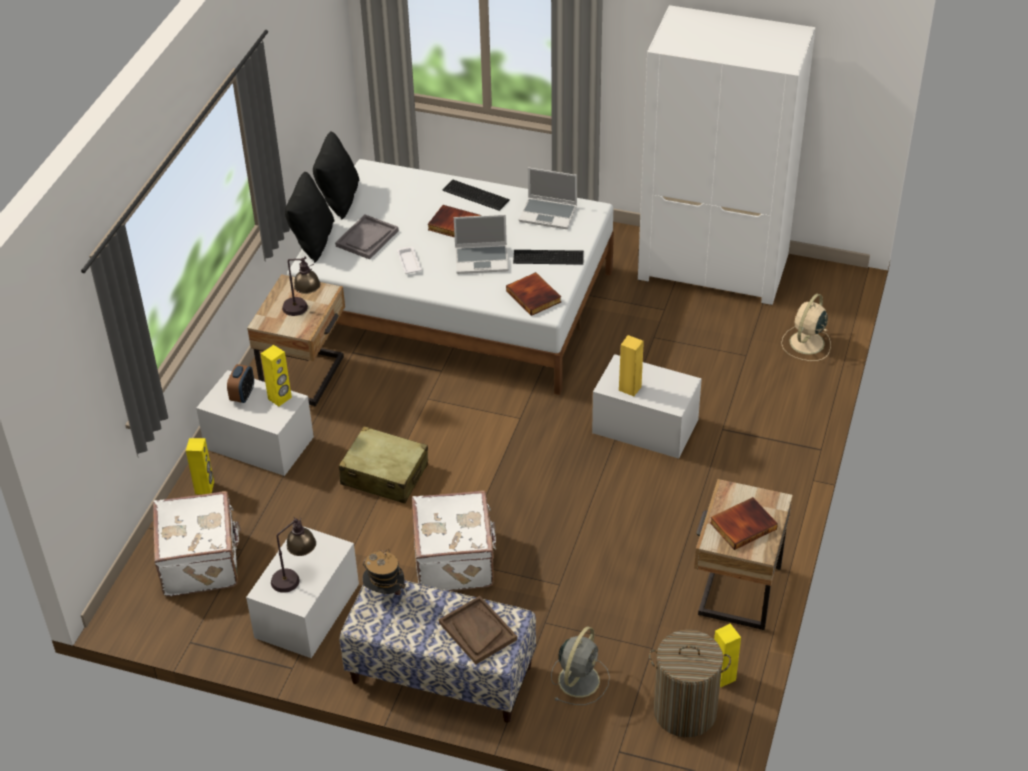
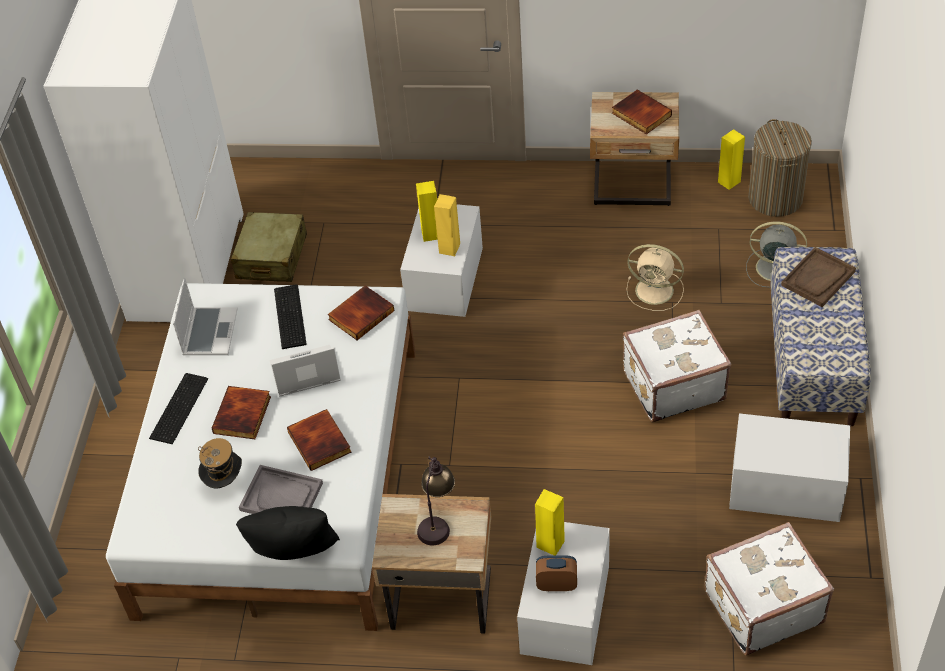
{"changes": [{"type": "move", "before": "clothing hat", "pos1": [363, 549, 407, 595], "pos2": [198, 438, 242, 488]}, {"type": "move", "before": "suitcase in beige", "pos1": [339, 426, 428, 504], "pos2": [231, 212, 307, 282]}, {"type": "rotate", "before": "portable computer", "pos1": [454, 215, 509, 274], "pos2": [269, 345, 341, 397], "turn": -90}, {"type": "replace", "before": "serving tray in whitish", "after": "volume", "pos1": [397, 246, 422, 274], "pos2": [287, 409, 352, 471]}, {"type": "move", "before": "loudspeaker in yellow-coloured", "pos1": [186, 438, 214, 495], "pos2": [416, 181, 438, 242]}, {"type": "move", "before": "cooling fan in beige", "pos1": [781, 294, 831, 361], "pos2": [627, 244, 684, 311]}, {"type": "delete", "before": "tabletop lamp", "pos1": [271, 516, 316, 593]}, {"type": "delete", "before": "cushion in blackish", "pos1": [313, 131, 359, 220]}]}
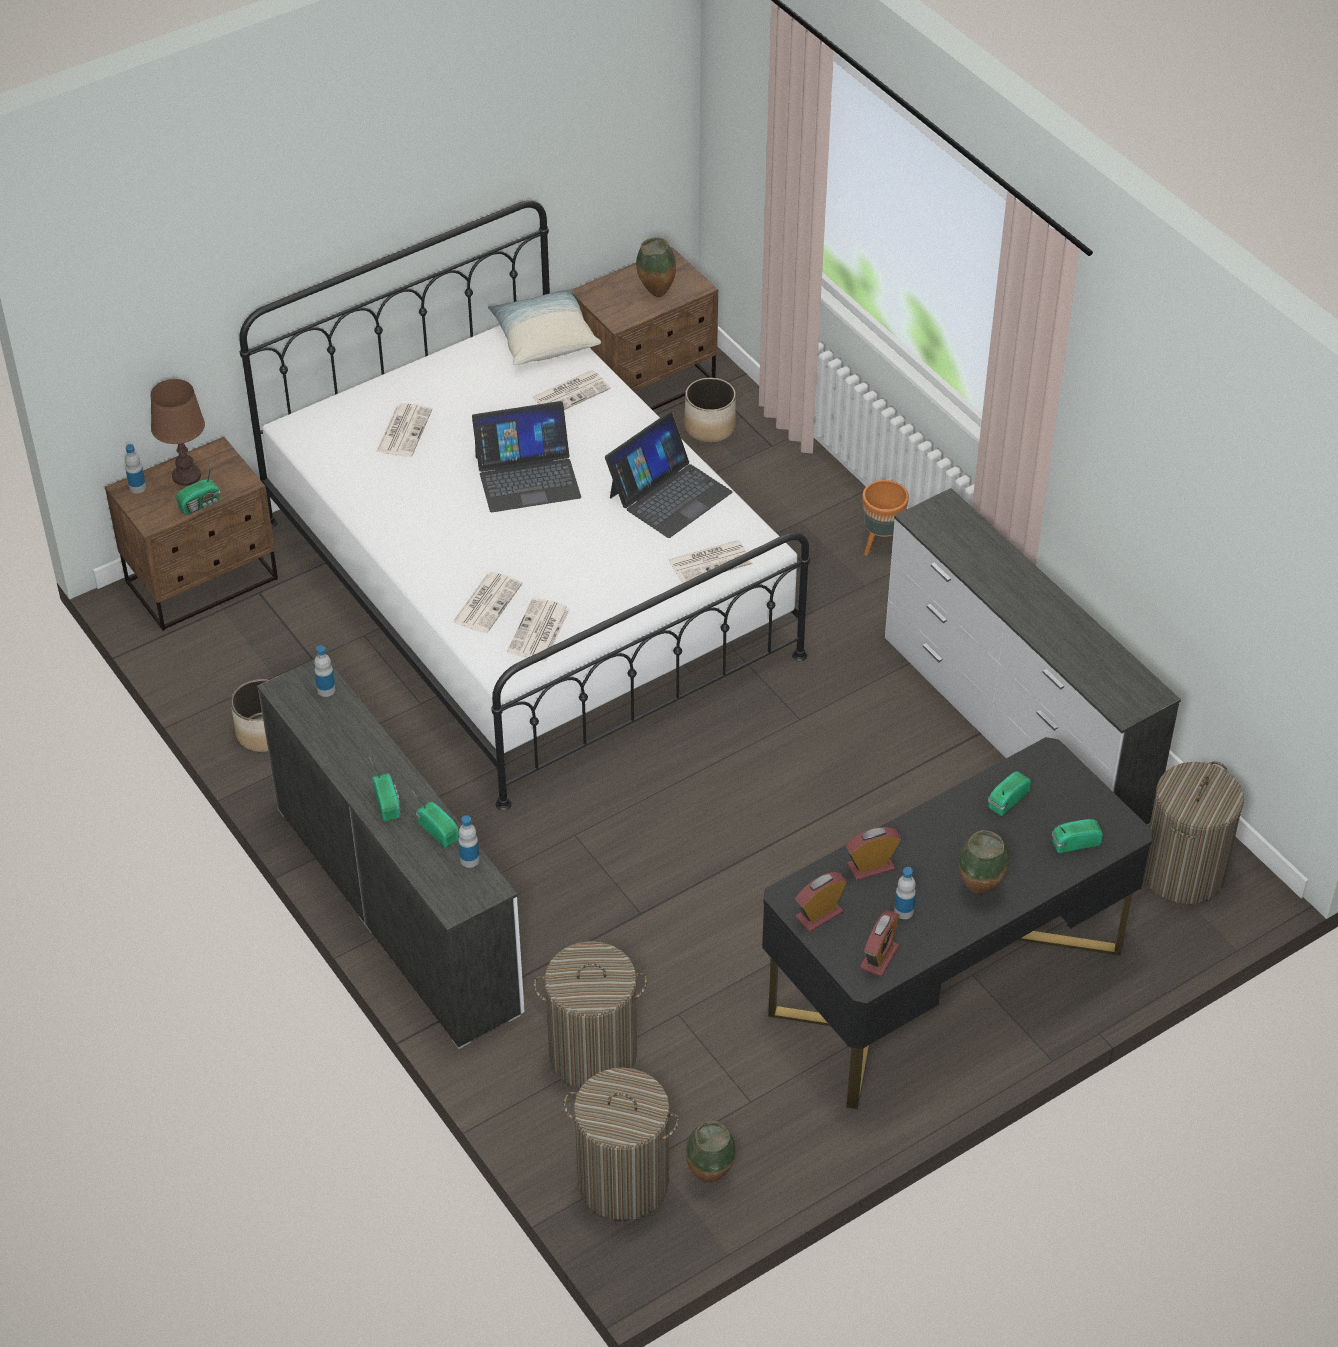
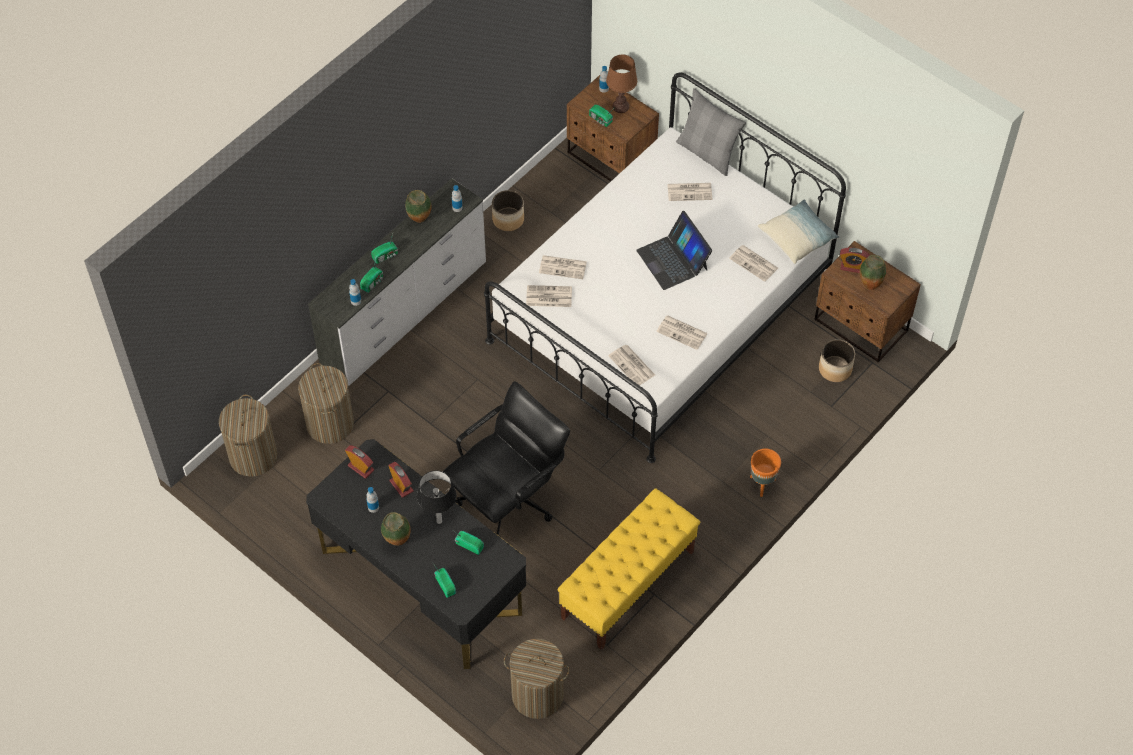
{"changes": [{"type": "move", "before": "decorative vase", "pos1": [686, 1121, 736, 1182], "pos2": [405, 190, 431, 223]}, {"type": "insert", "after": "tabletop lamp", "pos2": [417, 471, 456, 524]}, {"type": "insert", "after": "computer chair in blackish", "pos2": [443, 381, 570, 535]}, {"type": "replace", "before": "chest of drawers in whitish", "after": "long seat in yellow-coloured", "pos1": [885, 488, 1181, 825], "pos2": [557, 488, 700, 650]}, {"type": "replace", "before": "portable computer", "after": "newspaper", "pos1": [605, 412, 732, 538], "pos2": [656, 315, 708, 350]}, {"type": "insert", "after": "cushion in gray", "pos2": [676, 88, 746, 176]}, {"type": "move", "before": "table clock", "pos1": [860, 910, 900, 977], "pos2": [840, 248, 870, 273]}]}
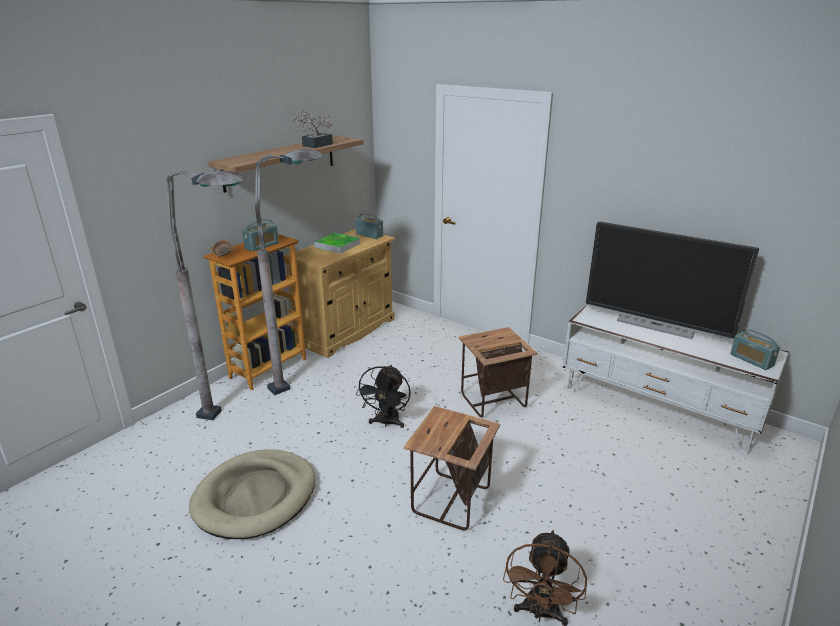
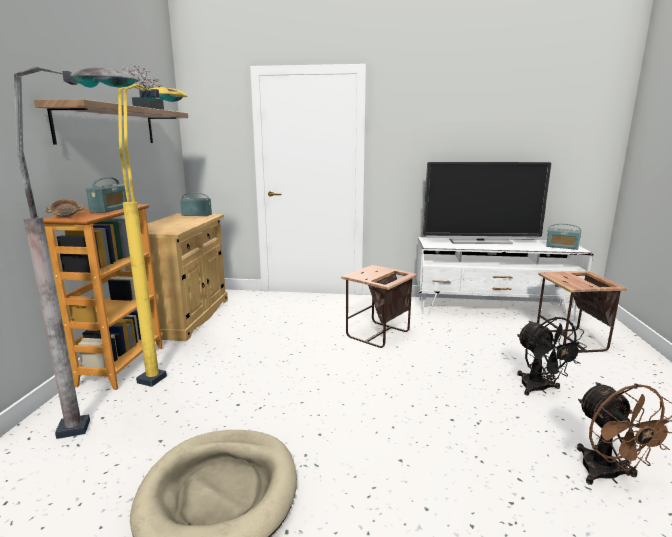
{"changes": [{"type": "recolor", "before": "floor lamp in gray", "after": "floor lamp in yellow-coloured", "pos1": [255, 149, 323, 395], "pos2": [118, 84, 188, 387]}, {"type": "move", "before": "cooling fan in blackish", "pos1": [356, 365, 411, 428], "pos2": [517, 317, 587, 395]}, {"type": "move", "before": "accent table", "pos1": [404, 406, 500, 530], "pos2": [537, 271, 627, 353]}, {"type": "delete", "before": "serving tray", "pos1": [314, 233, 360, 254]}]}
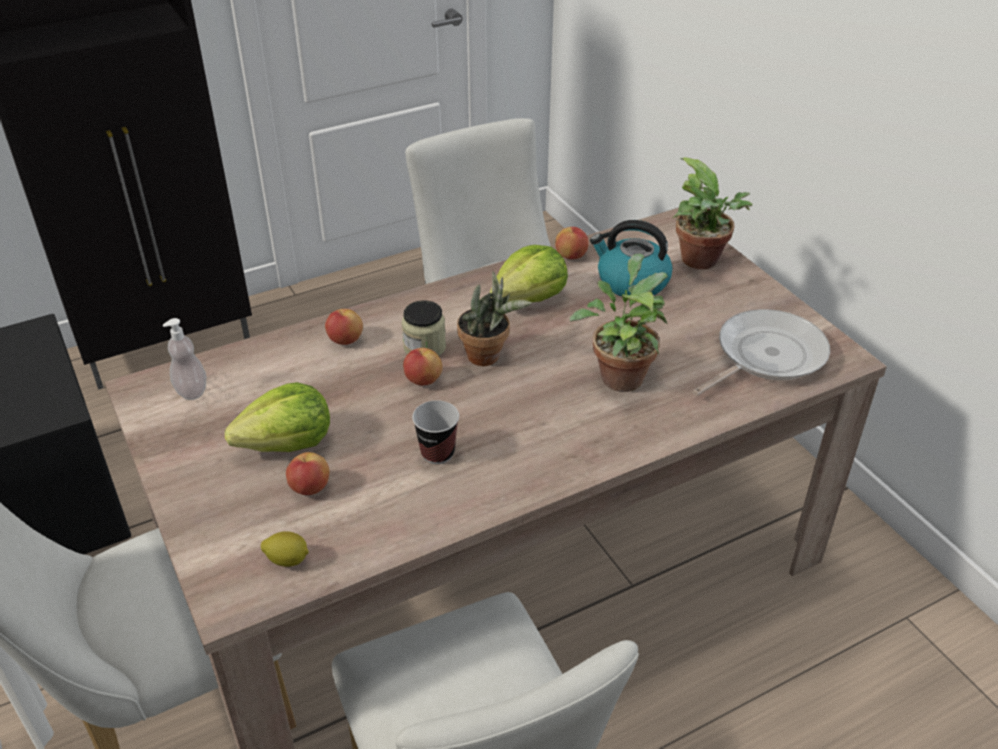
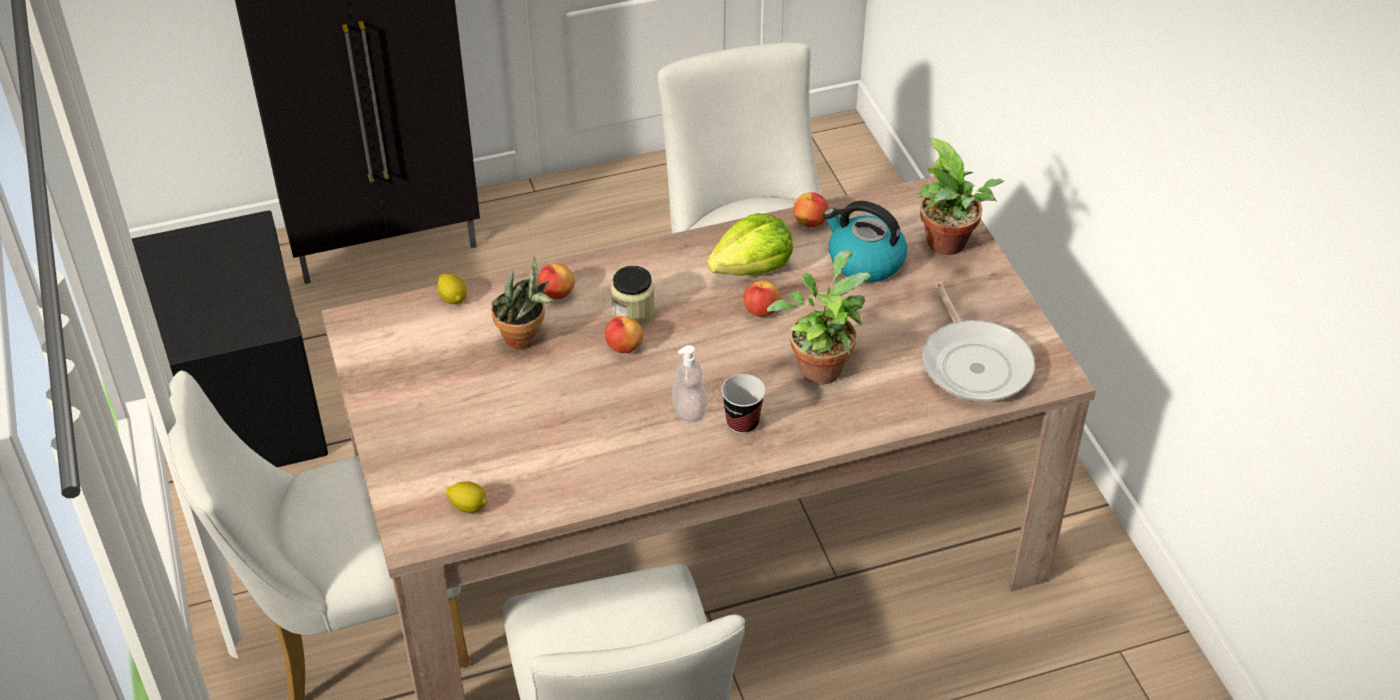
{"changes": [{"type": "insert", "after": "whole lemon", "pos2": [438, 274, 467, 304]}, {"type": "move", "before": "potted plant", "pos1": [457, 271, 532, 366], "pos2": [491, 256, 551, 349]}, {"type": "move", "before": "soap dispenser", "pos1": [163, 318, 206, 400], "pos2": [672, 345, 708, 422]}, {"type": "move", "before": "small cup", "pos1": [412, 400, 459, 464], "pos2": [721, 374, 766, 434]}, {"type": "move", "before": "apple fruit", "pos1": [286, 452, 330, 495], "pos2": [744, 280, 781, 317]}, {"type": "rotate", "before": "frying pan", "pos1": [693, 309, 830, 396], "pos2": [922, 282, 1035, 402], "turn": 105}, {"type": "delete", "before": "lettuce", "pos1": [225, 382, 330, 452]}]}
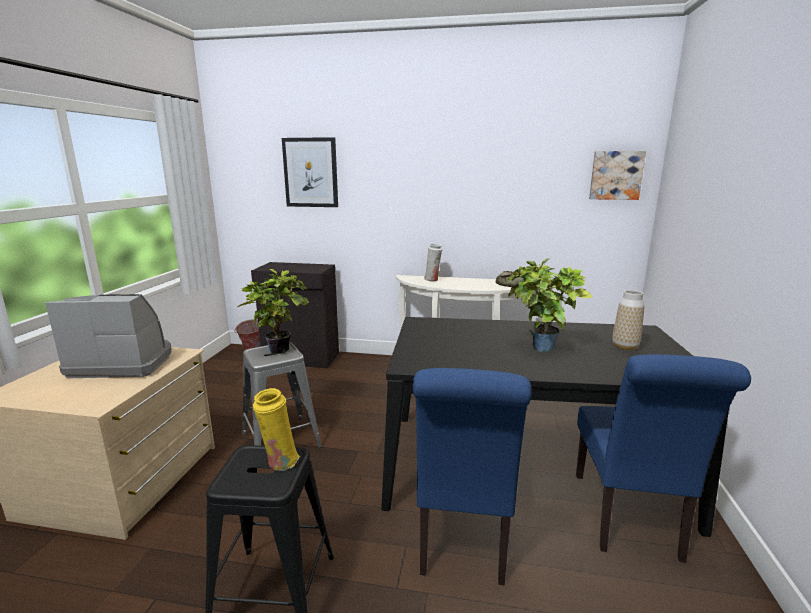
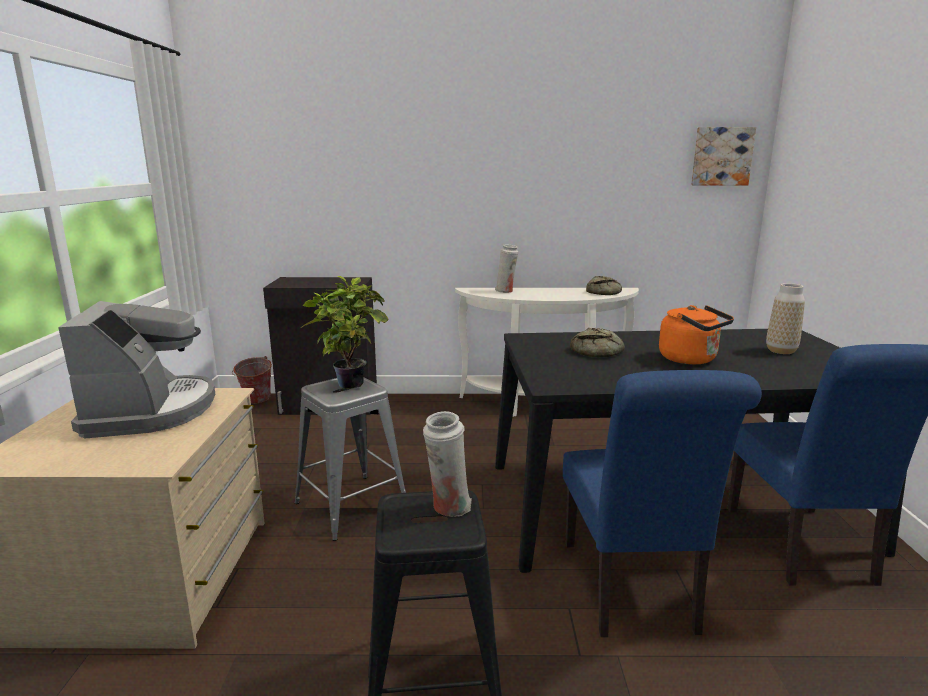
{"changes": [{"type": "rotate", "before": "coffee machine", "pos1": [45, 294, 172, 378], "pos2": [58, 301, 215, 439], "turn": 90}, {"type": "recolor", "before": "decorative vase in yellow-coloured", "after": "decorative vase in whitish", "pos1": [253, 388, 300, 471], "pos2": [423, 411, 472, 517]}, {"type": "insert", "after": "bakery bread", "pos2": [570, 328, 625, 358]}, {"type": "replace", "before": "potted plant", "after": "tea kettle in orange", "pos1": [507, 259, 593, 352], "pos2": [659, 305, 734, 364]}, {"type": "delete", "before": "wall picture", "pos1": [282, 137, 338, 207]}]}
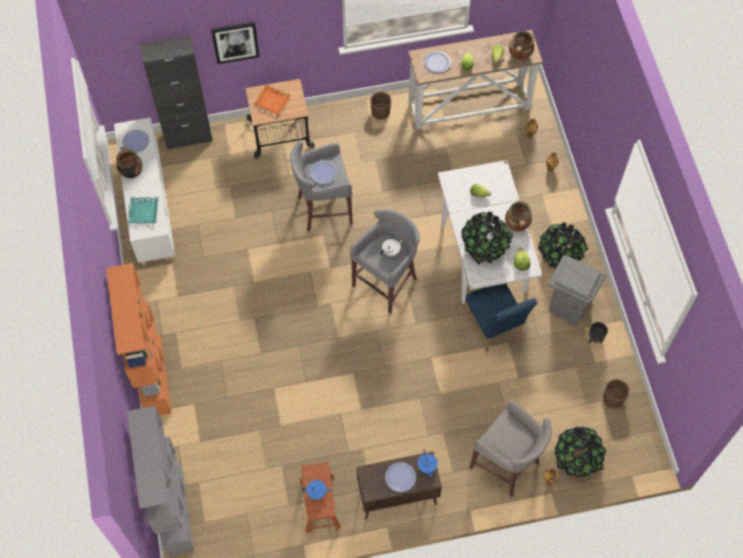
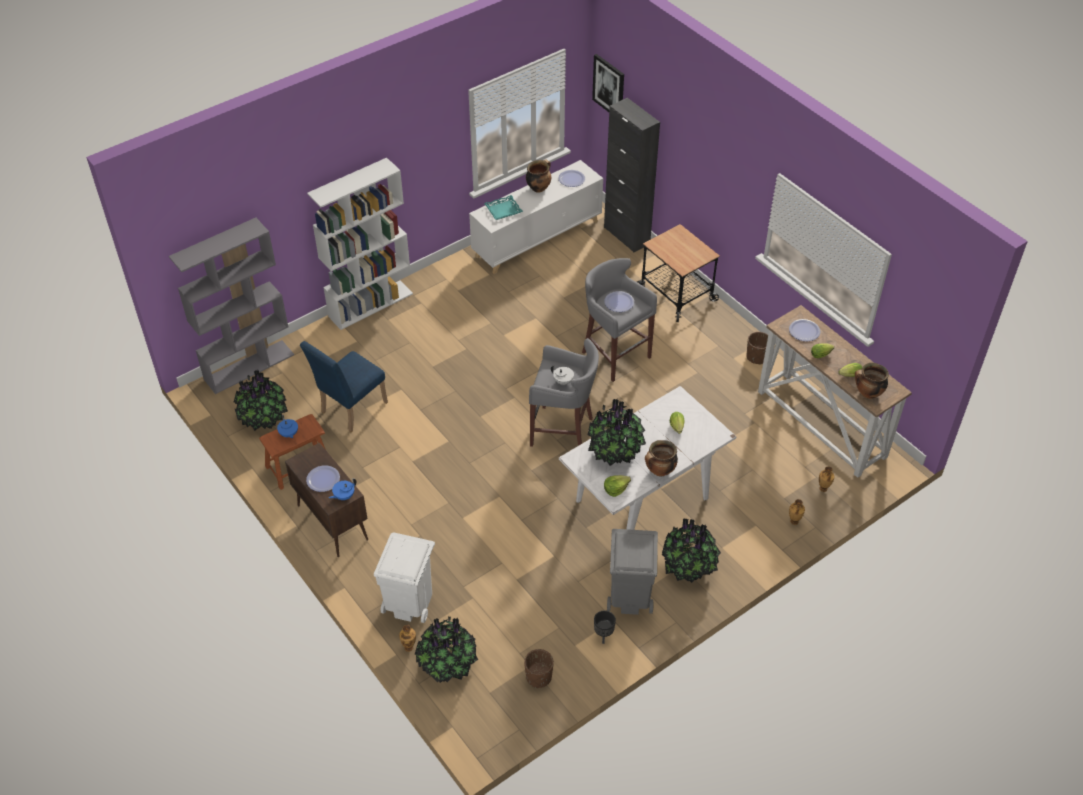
{"changes": [{"type": "insert", "after": "potted plant", "pos2": [234, 370, 288, 431]}, {"type": "move", "before": "chair in blue-coloured", "pos1": [464, 284, 537, 353], "pos2": [300, 341, 388, 432]}, {"type": "recolor", "before": "bookcase in orange", "after": "bookcase in whitish", "pos1": [106, 263, 172, 416], "pos2": [307, 158, 413, 330]}, {"type": "replace", "before": "stool seat in gray", "after": "rubbish bin in whitish", "pos1": [469, 400, 552, 497], "pos2": [374, 532, 435, 623]}, {"type": "move", "before": "wall picture", "pos1": [211, 22, 260, 64], "pos2": [592, 54, 624, 112]}, {"type": "delete", "before": "serving tray in orange", "pos1": [254, 85, 291, 115]}]}
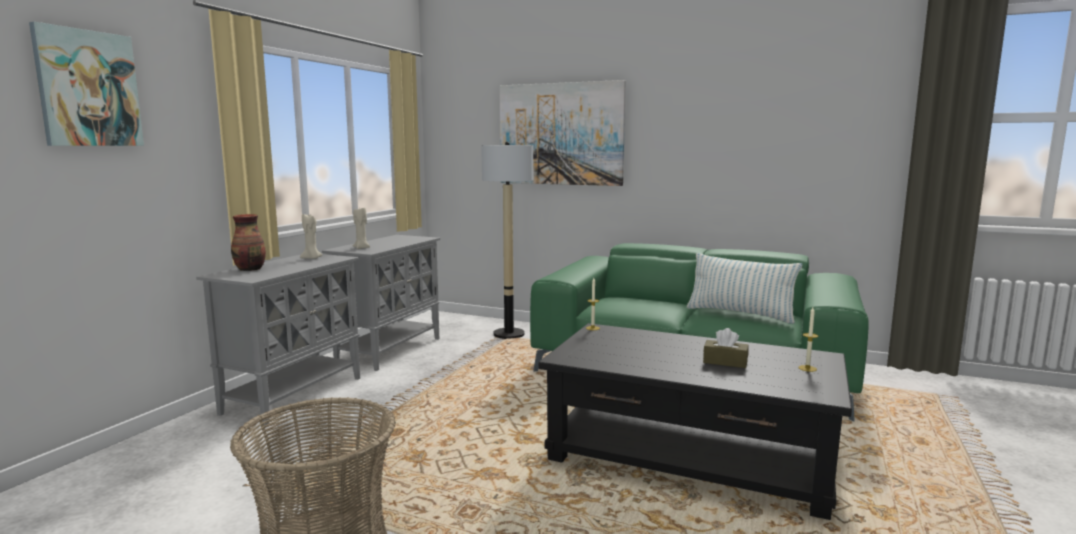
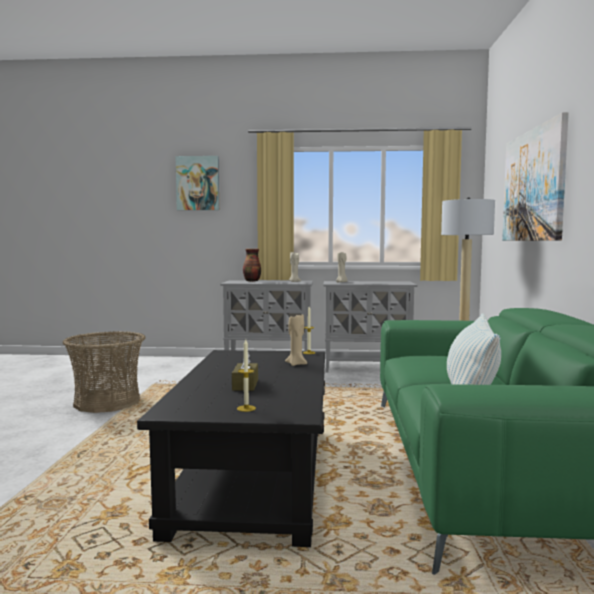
{"changes": [{"type": "insert", "after": "candle in beige", "pos2": [285, 314, 307, 366]}]}
